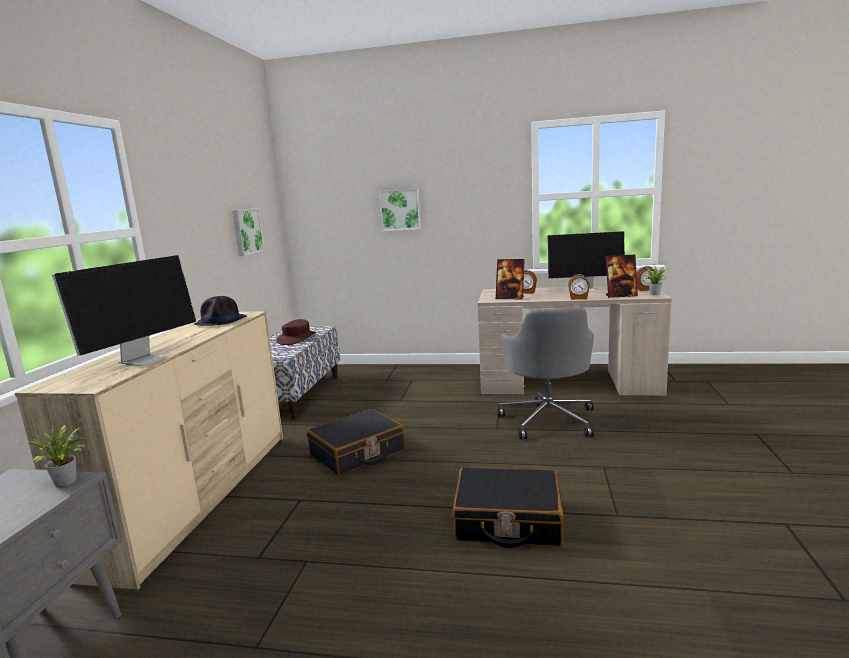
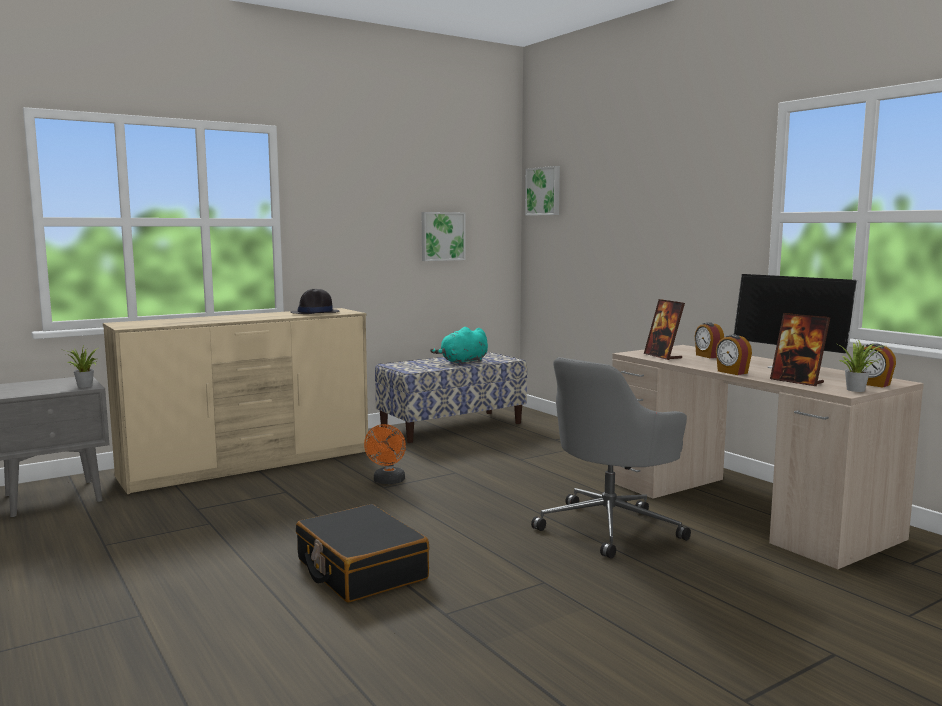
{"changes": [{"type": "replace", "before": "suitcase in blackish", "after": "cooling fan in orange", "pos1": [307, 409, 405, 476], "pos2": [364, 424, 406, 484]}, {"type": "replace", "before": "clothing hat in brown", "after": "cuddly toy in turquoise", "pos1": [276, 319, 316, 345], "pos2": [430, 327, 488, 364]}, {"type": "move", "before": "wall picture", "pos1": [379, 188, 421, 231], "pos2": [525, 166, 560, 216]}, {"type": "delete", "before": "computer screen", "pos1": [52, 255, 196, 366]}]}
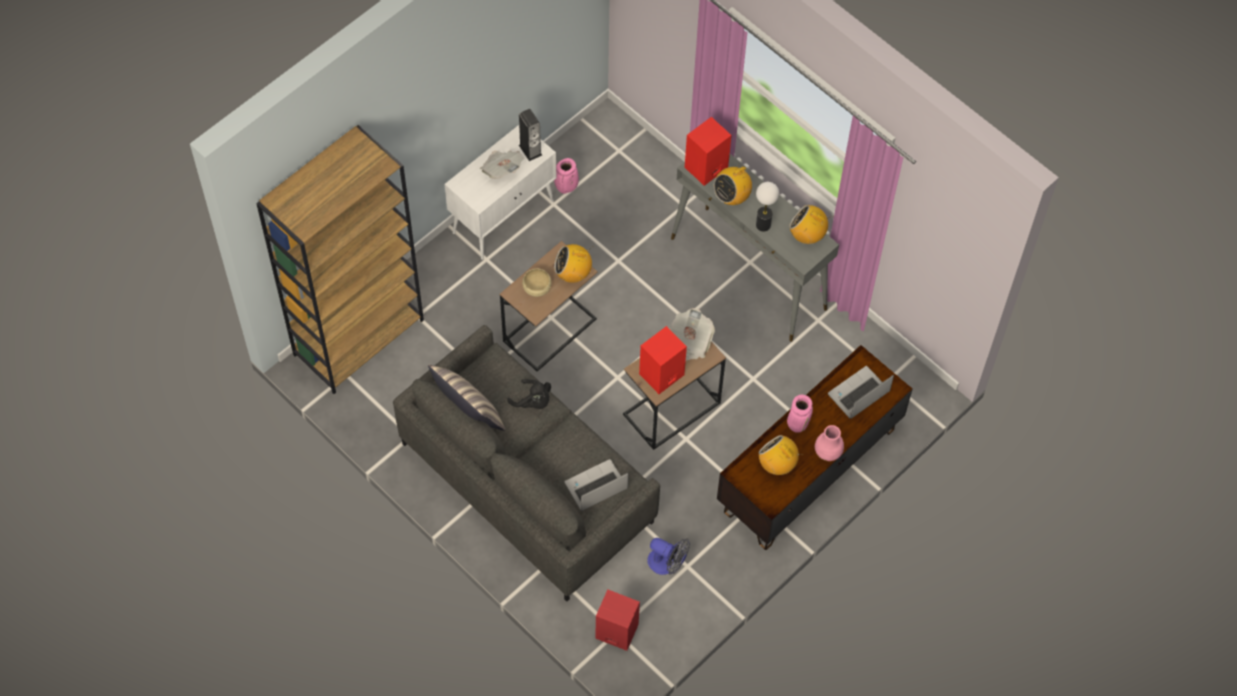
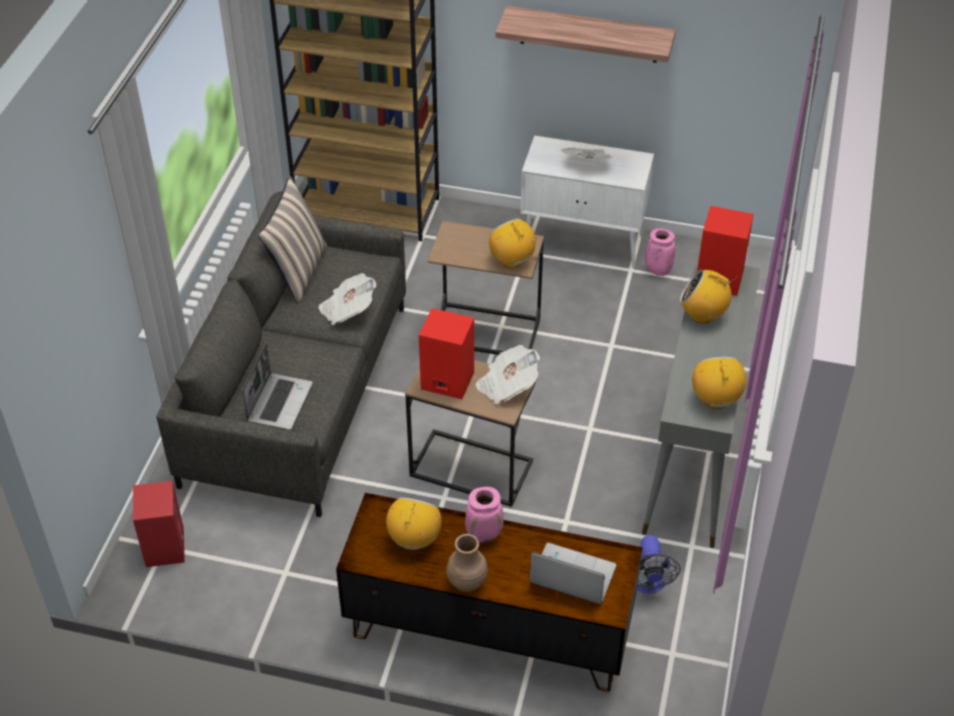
{"changes": [{"type": "rotate", "before": "portable computer", "pos1": [564, 459, 629, 511], "pos2": [242, 344, 313, 430], "turn": 75}, {"type": "replace", "before": "cuddly toy in blackish", "after": "newspaper", "pos1": [507, 379, 551, 409], "pos2": [318, 273, 376, 325]}, {"type": "recolor", "before": "decorative vase in pink-coloured", "after": "decorative vase in brown", "pos1": [815, 425, 844, 461], "pos2": [446, 534, 488, 592]}, {"type": "insert", "after": "shelf", "pos2": [495, 6, 676, 63]}, {"type": "move", "before": "cooling fan", "pos1": [647, 538, 690, 575], "pos2": [637, 535, 681, 594]}, {"type": "delete", "before": "loudspeaker", "pos1": [519, 109, 542, 161]}, {"type": "delete", "before": "serving bowl in beige", "pos1": [522, 269, 552, 297]}, {"type": "delete", "before": "tabletop lamp", "pos1": [756, 182, 779, 232]}]}
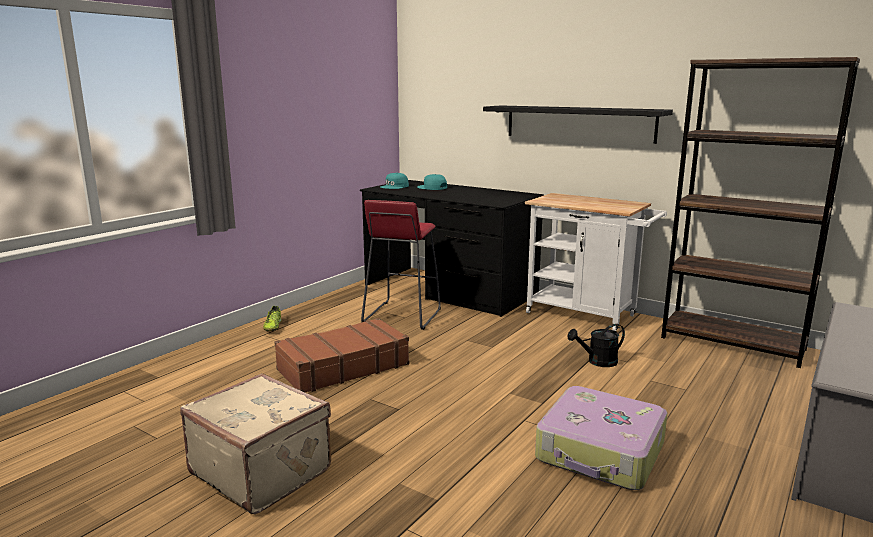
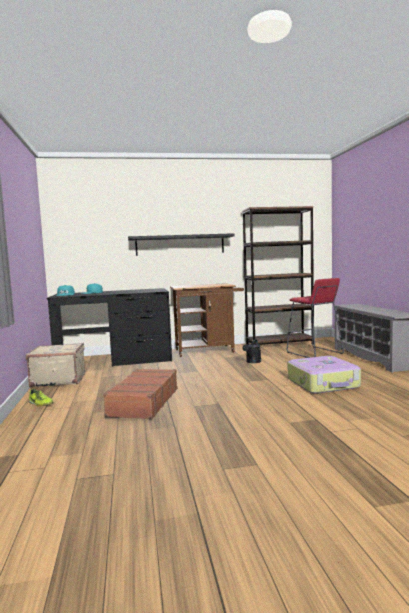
{"changes": [{"type": "move", "before": "suitcase in beige", "pos1": [180, 373, 331, 514], "pos2": [26, 343, 85, 388]}, {"type": "recolor", "before": "wheeled cart in whitish", "after": "wheeled cart in brown", "pos1": [525, 193, 667, 331], "pos2": [170, 283, 244, 357]}, {"type": "move", "before": "stool seat in red", "pos1": [361, 200, 441, 330], "pos2": [287, 278, 344, 358]}]}
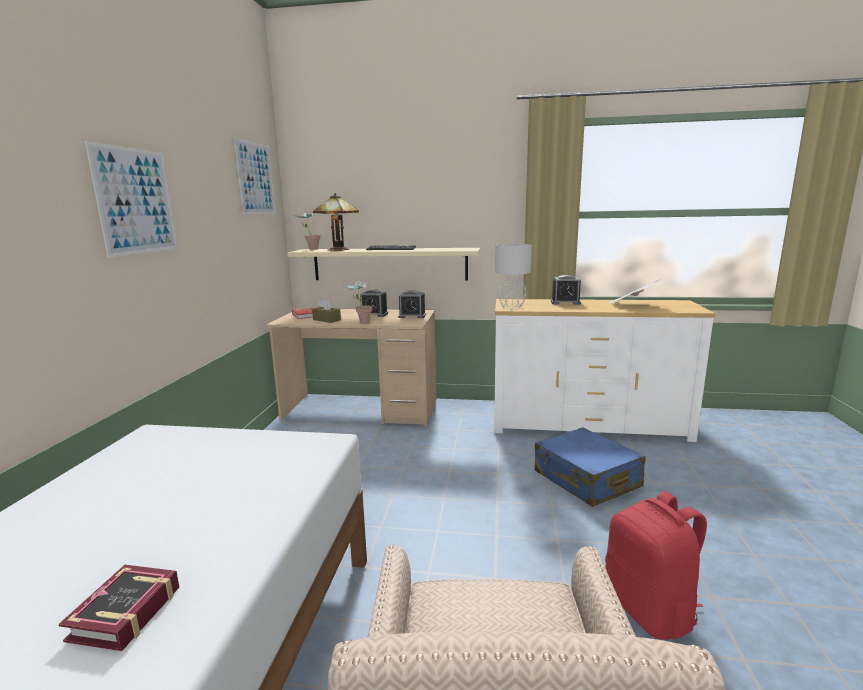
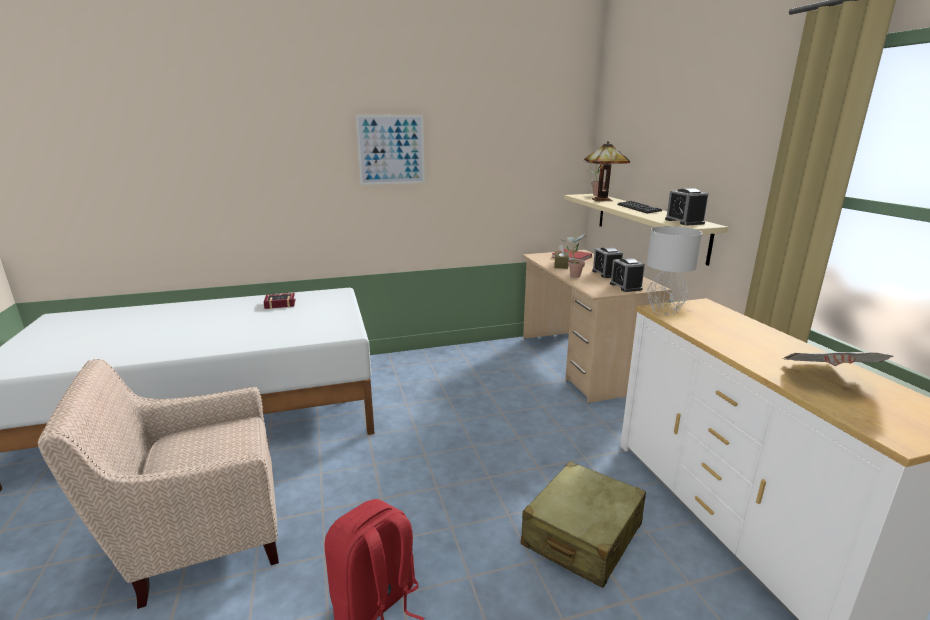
{"changes": [{"type": "move", "before": "volume", "pos1": [59, 565, 179, 651], "pos2": [264, 293, 295, 309]}, {"type": "recolor", "before": "suitcase in blue-coloured", "after": "suitcase in beige", "pos1": [535, 427, 646, 507], "pos2": [521, 461, 646, 588]}, {"type": "move", "before": "table clock", "pos1": [551, 275, 581, 305], "pos2": [665, 188, 709, 226]}, {"type": "delete", "before": "wall picture", "pos1": [234, 138, 276, 215]}]}
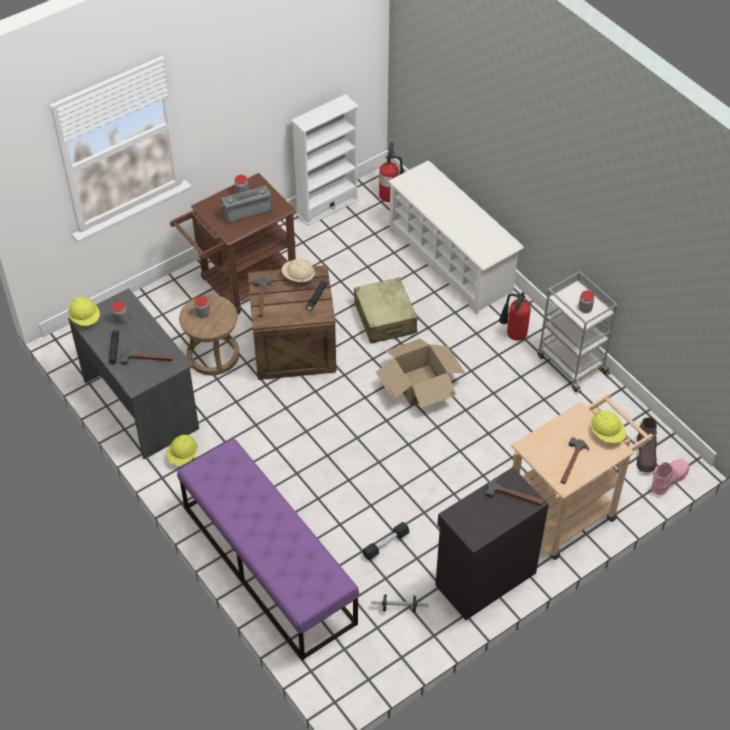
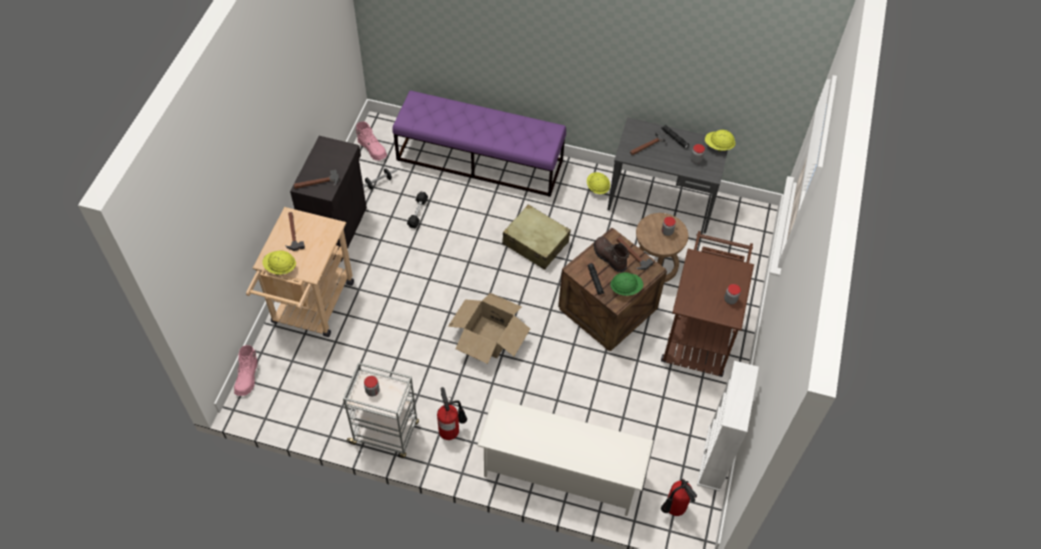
{"changes": [{"type": "insert", "after": "high-top boot in pink-coloured", "pos2": [355, 121, 387, 161]}, {"type": "move", "before": "suitcase in beige", "pos1": [354, 277, 417, 344], "pos2": [502, 204, 571, 270]}, {"type": "move", "before": "high-top boot in brown", "pos1": [636, 417, 658, 473], "pos2": [594, 236, 629, 272]}, {"type": "recolor", "before": "hard hat in beige", "after": "hard hat in green", "pos1": [282, 259, 315, 284], "pos2": [610, 272, 643, 296]}, {"type": "delete", "before": "radio set", "pos1": [220, 186, 272, 223]}]}
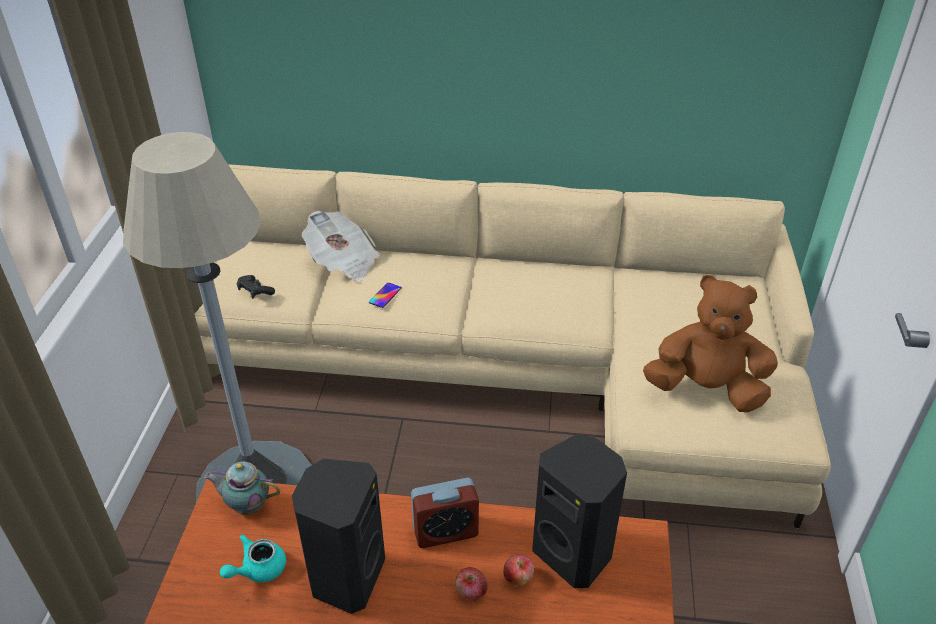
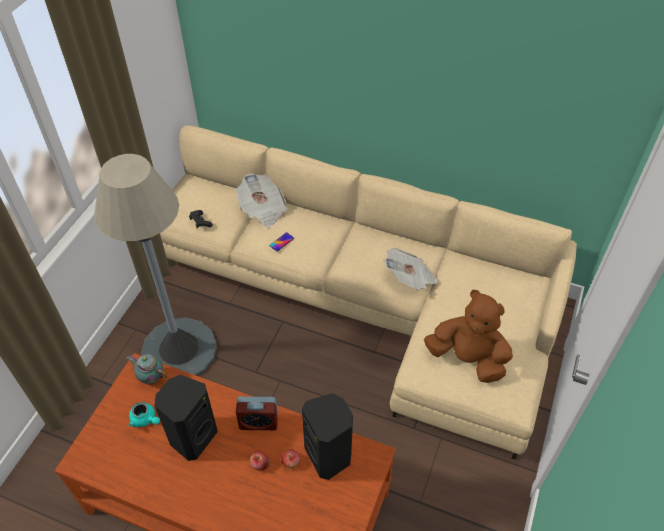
{"changes": [{"type": "rotate", "before": "pot for tea in turquoise", "pos1": [220, 534, 286, 582], "pos2": [129, 402, 160, 427], "turn": -120}, {"type": "insert", "after": "newspaper", "pos2": [384, 248, 439, 291]}]}
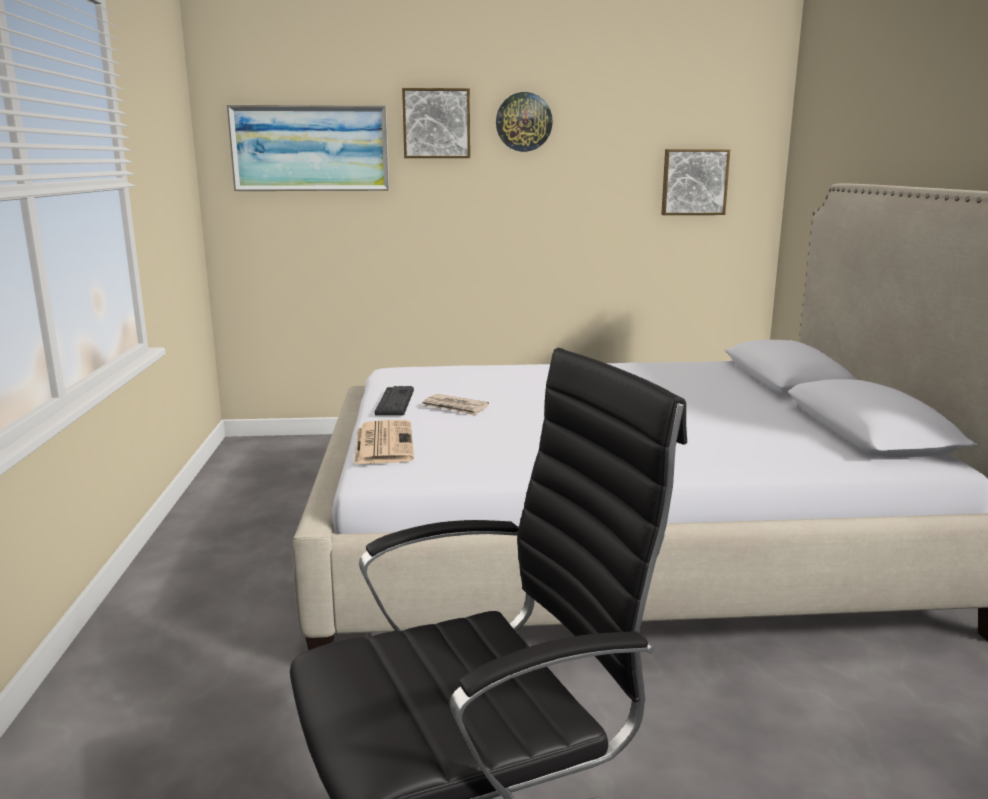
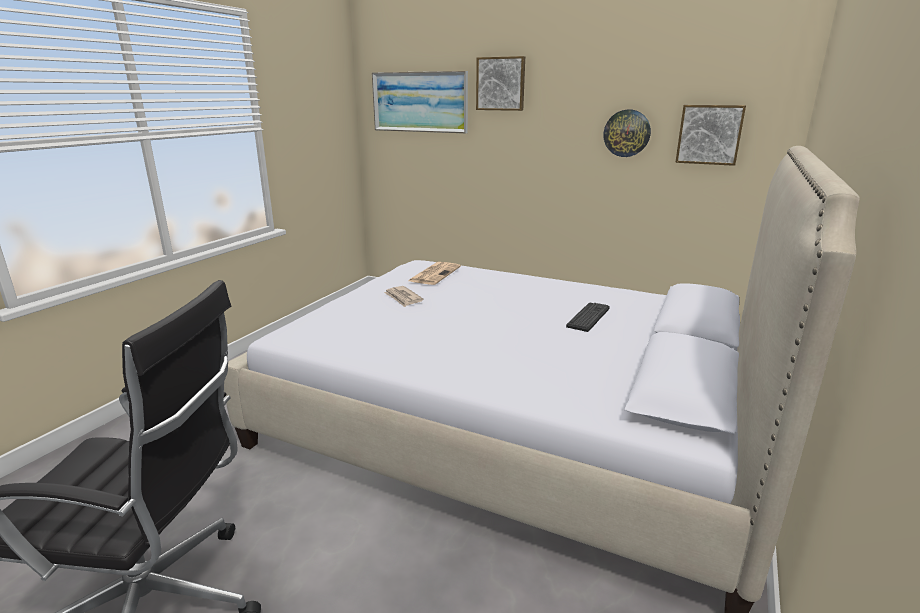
{"changes": [{"type": "move", "before": "newspaper", "pos1": [354, 420, 414, 464], "pos2": [408, 262, 461, 285]}, {"type": "move", "before": "PC keyboard", "pos1": [375, 386, 414, 416], "pos2": [566, 303, 610, 332]}, {"type": "move", "before": "wall clock", "pos1": [496, 92, 553, 152], "pos2": [603, 110, 651, 157]}]}
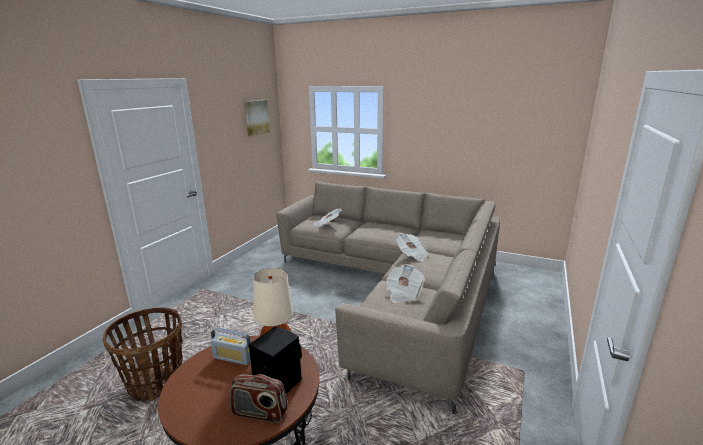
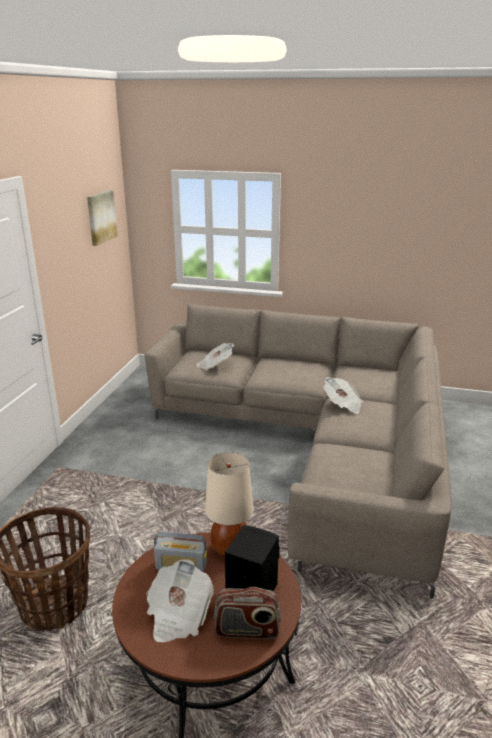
{"changes": [{"type": "move", "before": "newspaper", "pos1": [385, 264, 425, 303], "pos2": [146, 559, 214, 642]}]}
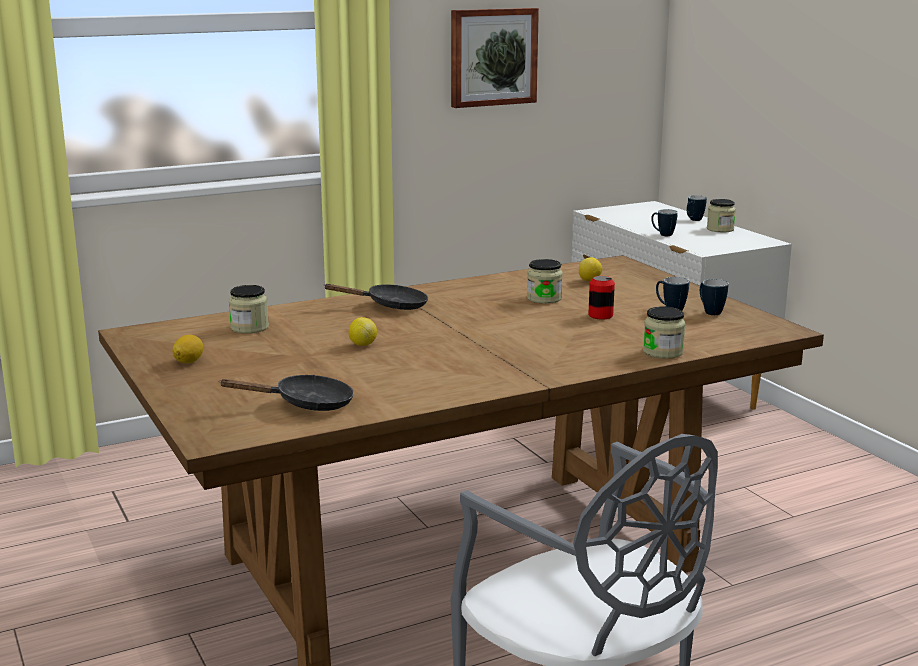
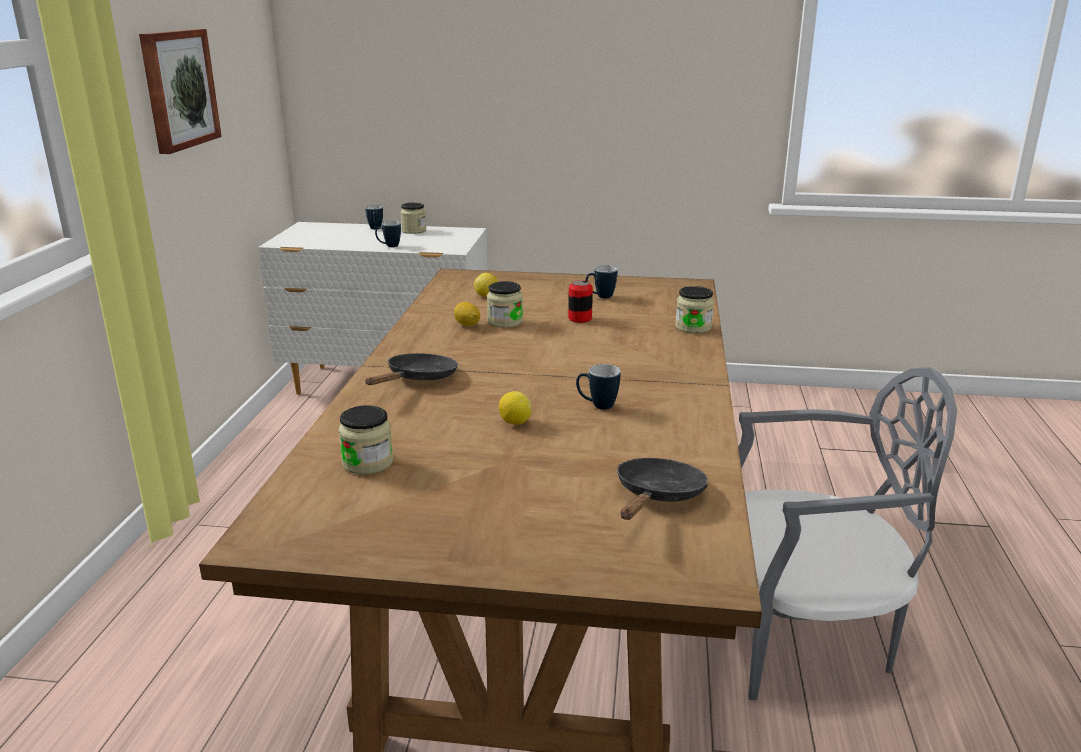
{"changes": [{"type": "move", "before": "whole lemon", "pos1": [173, 335, 204, 363], "pos2": [454, 302, 480, 327]}, {"type": "move", "before": "coffee mug", "pos1": [700, 279, 729, 315], "pos2": [576, 364, 621, 410]}]}
